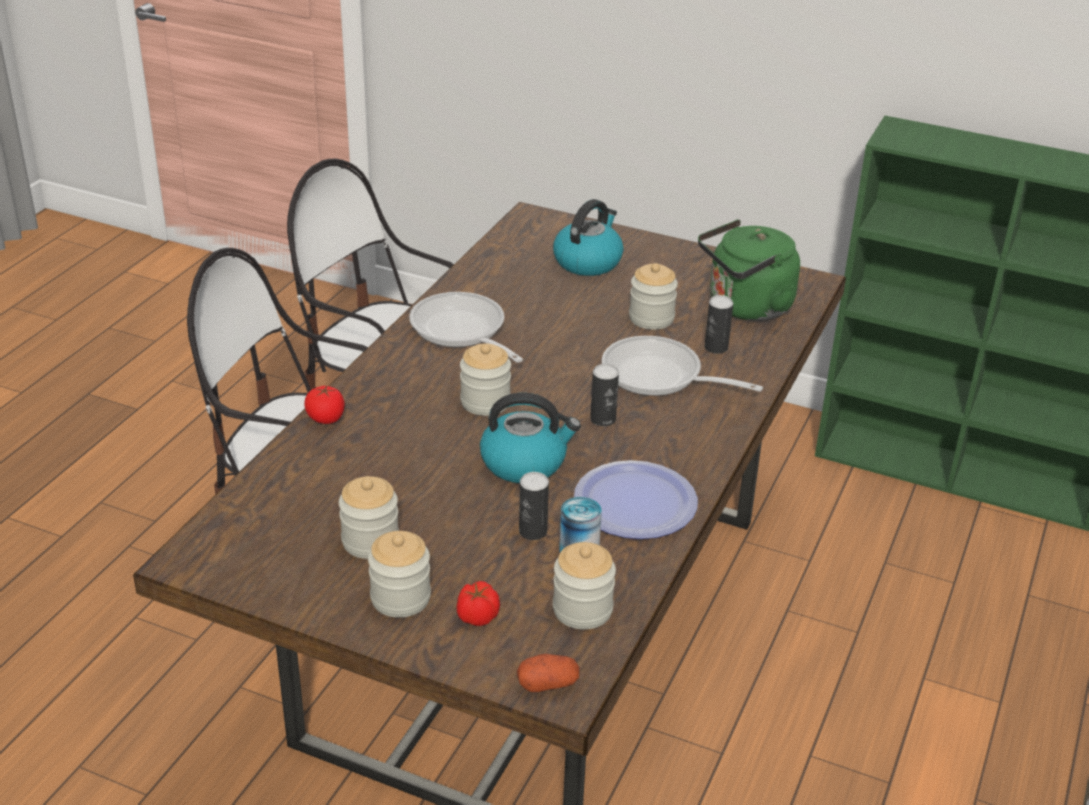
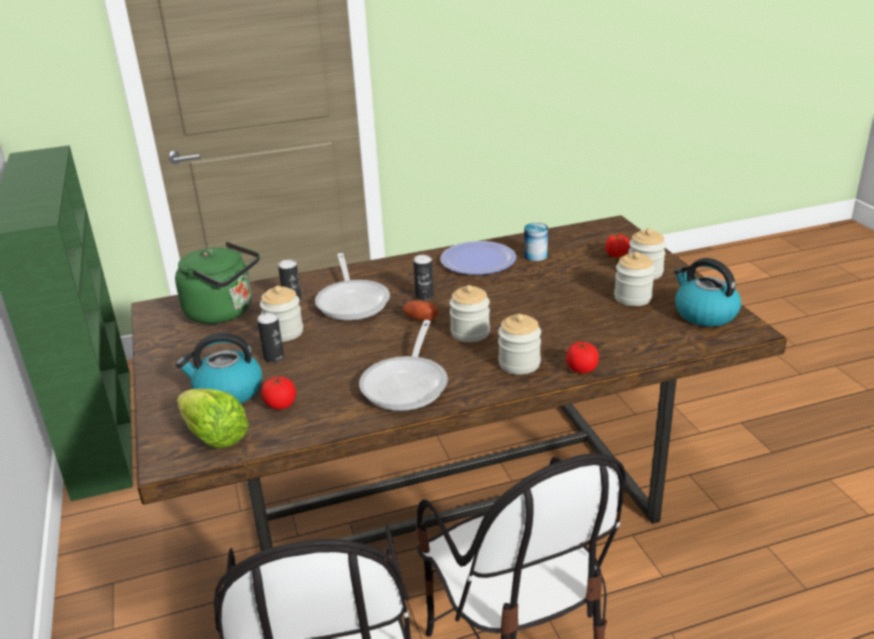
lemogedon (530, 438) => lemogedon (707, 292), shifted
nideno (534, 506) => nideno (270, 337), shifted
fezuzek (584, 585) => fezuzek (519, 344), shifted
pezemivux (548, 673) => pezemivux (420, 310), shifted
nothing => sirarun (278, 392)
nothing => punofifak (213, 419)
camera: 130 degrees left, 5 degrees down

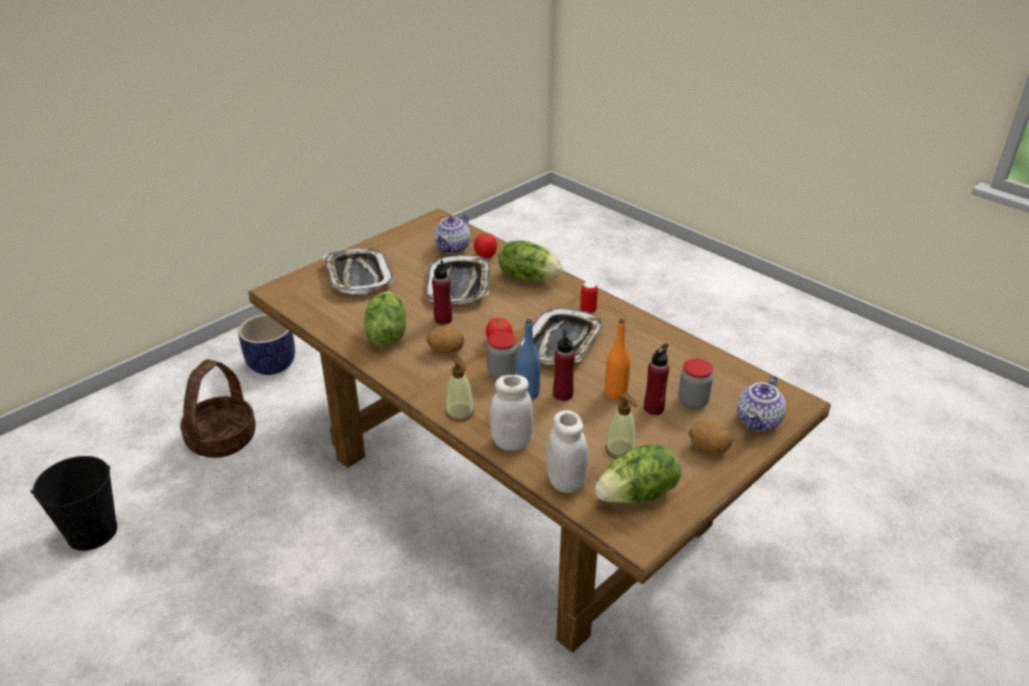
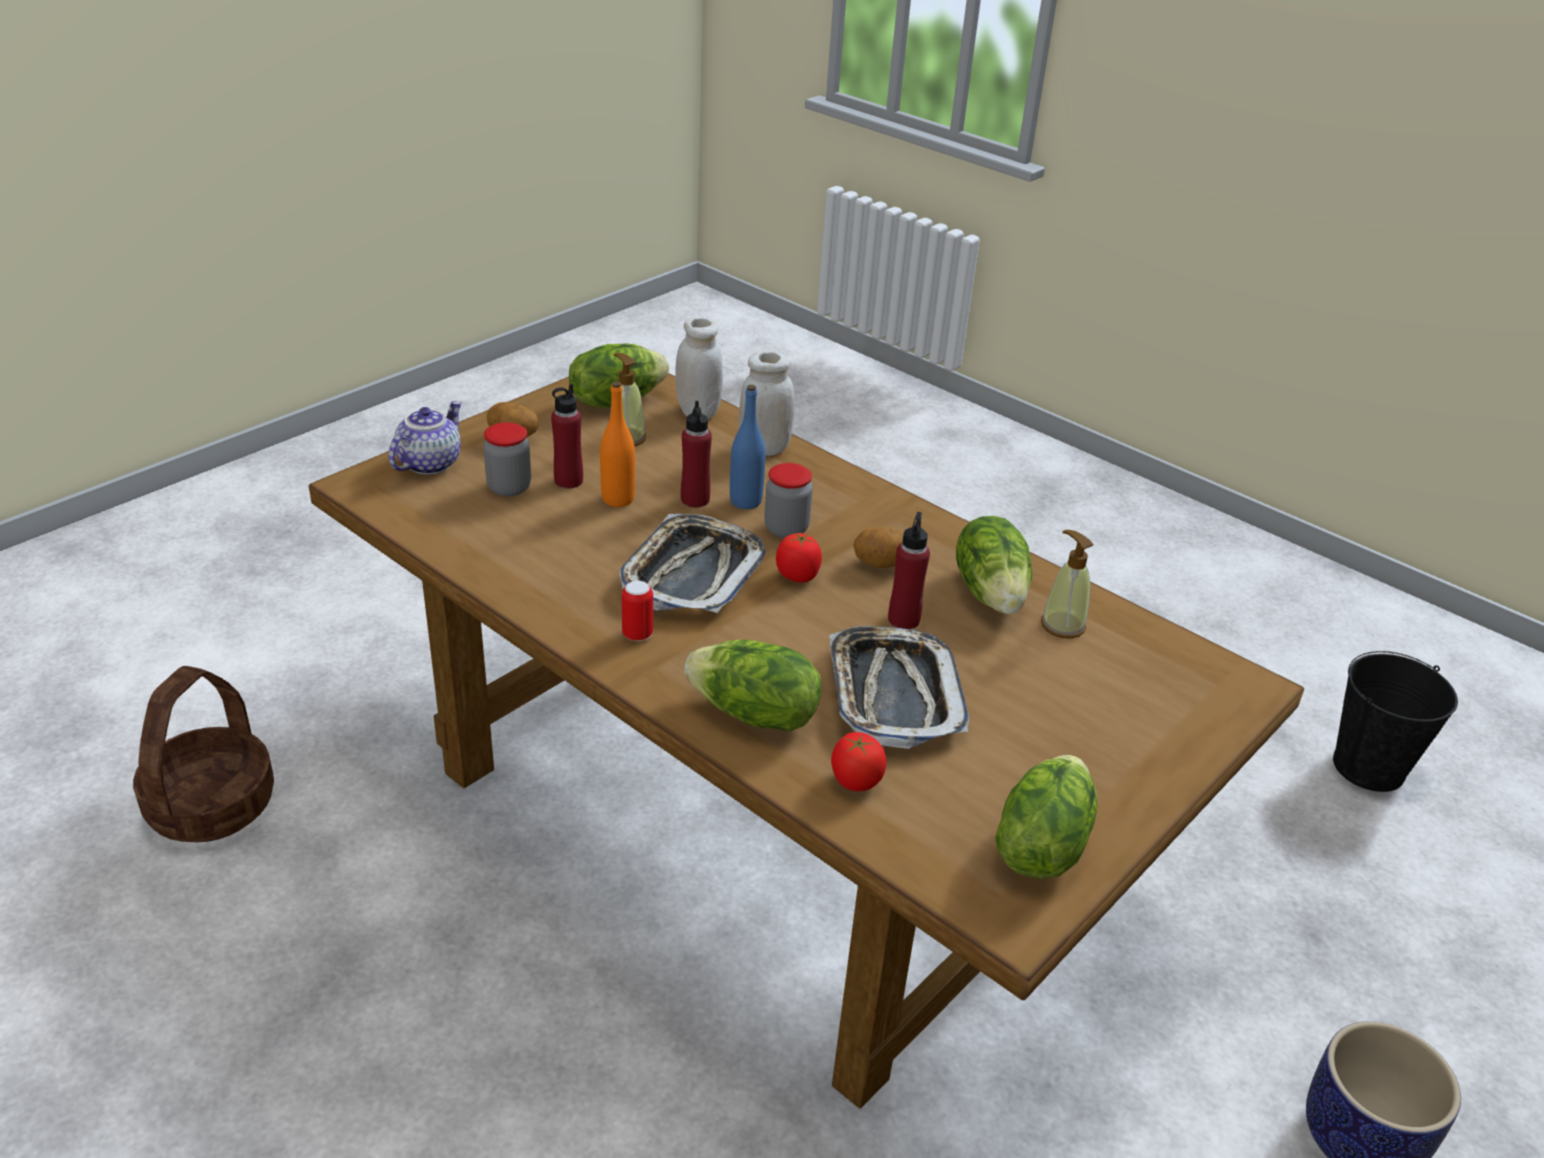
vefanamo (452, 233) => nothing
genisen (358, 271) => nothing
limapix (460, 389) => limapix (1067, 584), shifted
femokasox (218, 408) => femokasox (203, 754), shifted
nothing => punofifak (1046, 817)
camera: 175 degrees right, 0 degrees up

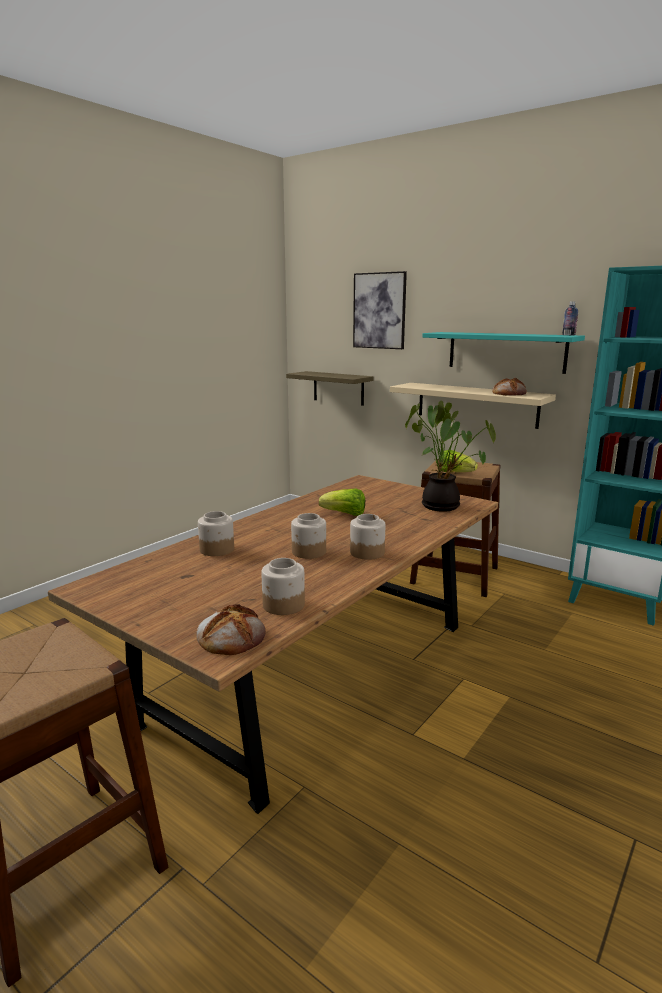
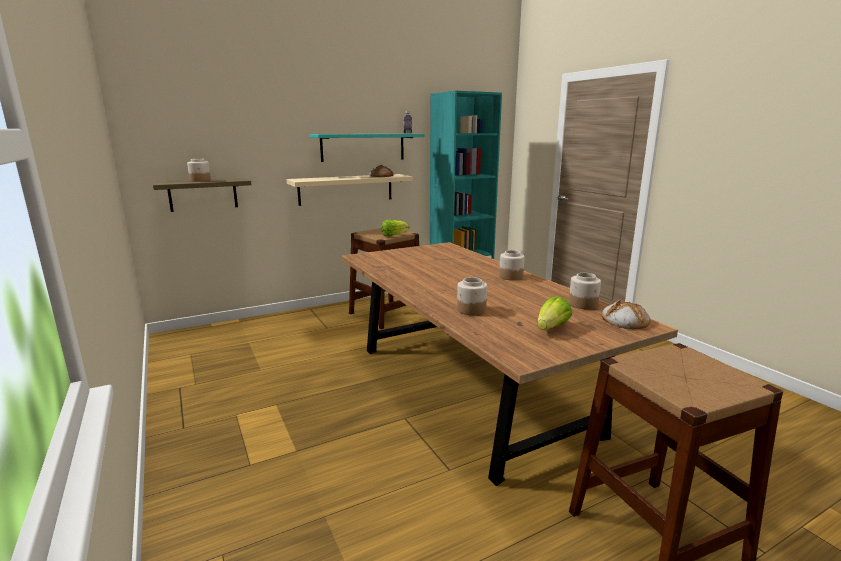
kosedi (380, 310) => nothing
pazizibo (450, 456) => nothing
punofifak (342, 502) => punofifak (554, 313), shifted
fezuzek (308, 536) => fezuzek (199, 170), shifted
camera: 65 degrees left, 0 degrees up

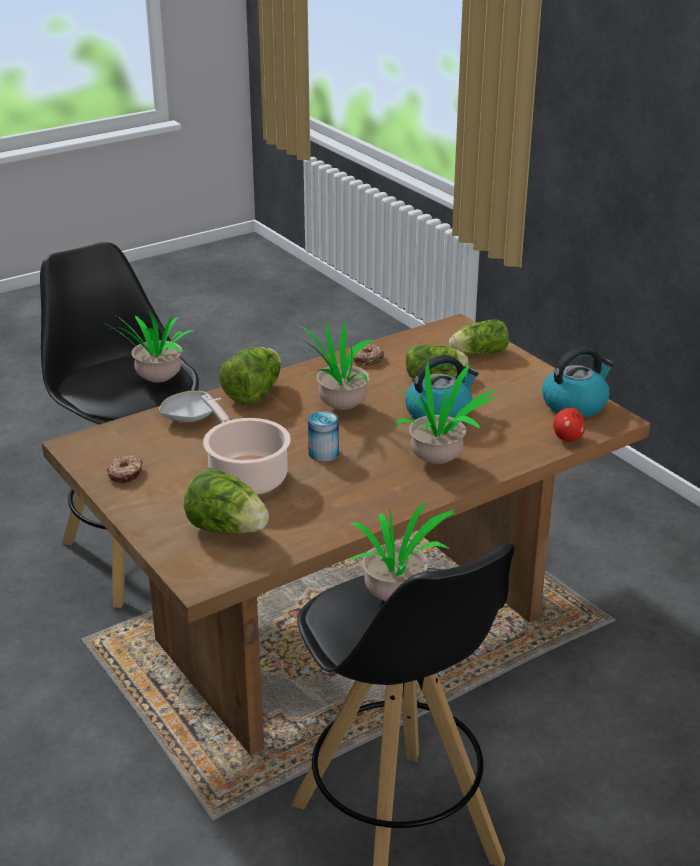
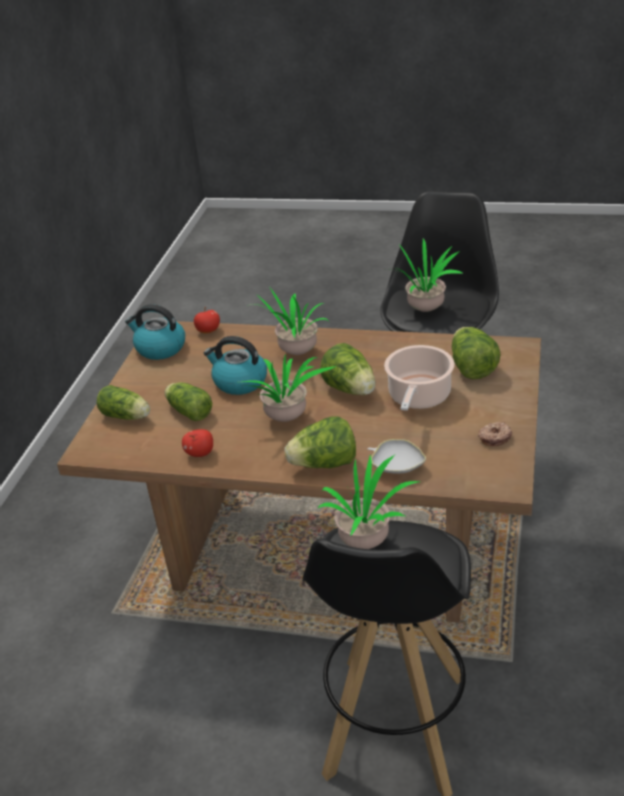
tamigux (368, 355) => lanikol (197, 443)
nideno (323, 436) => punofifak (348, 369)
camera: 130 degrees left, 5 degrees up

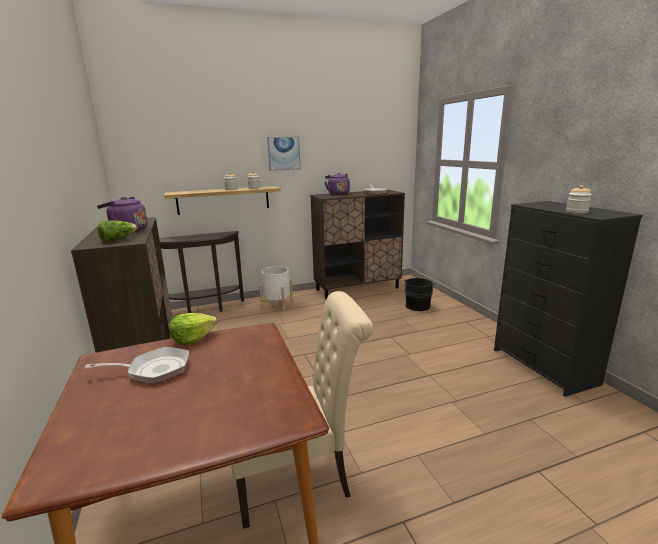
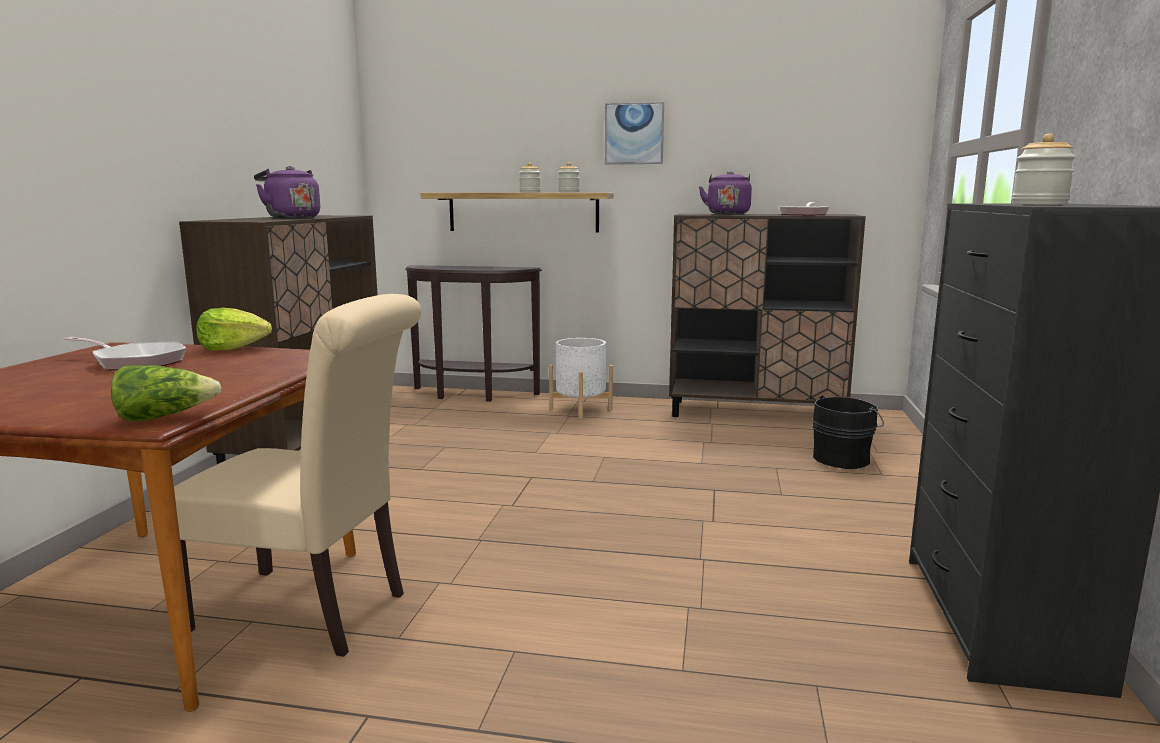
punofifak (117, 231) => punofifak (166, 393), shifted
camera: 30 degrees right, 5 degrees down

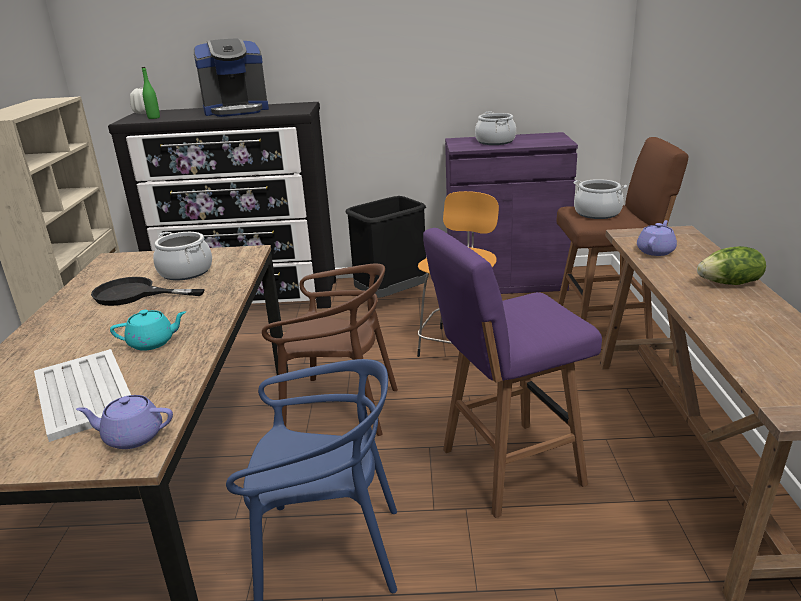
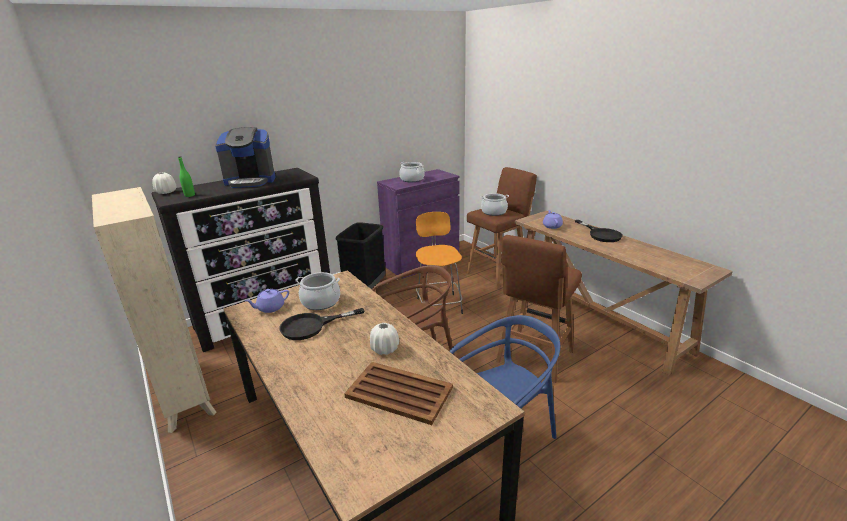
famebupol (231, 77) => famebupol (245, 157), 45 degrees clockwise
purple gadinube (512, 373) => brown gadinube (539, 309)
punofifak (731, 265) => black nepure (599, 231)
turquoise vefanamo (148, 330) => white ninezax (384, 339)
white genisen (82, 395) => brown genisen (398, 393)
purple vefanamo (124, 422) => purple vefanamo (266, 301), shifted
camera: 35 degrees left, 0 degrees up

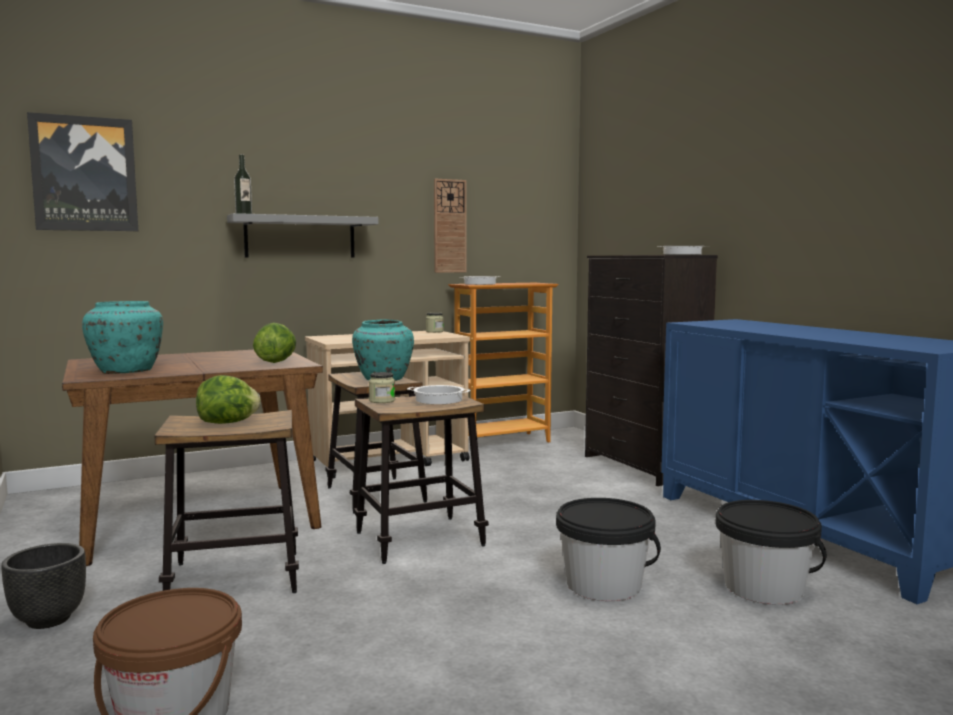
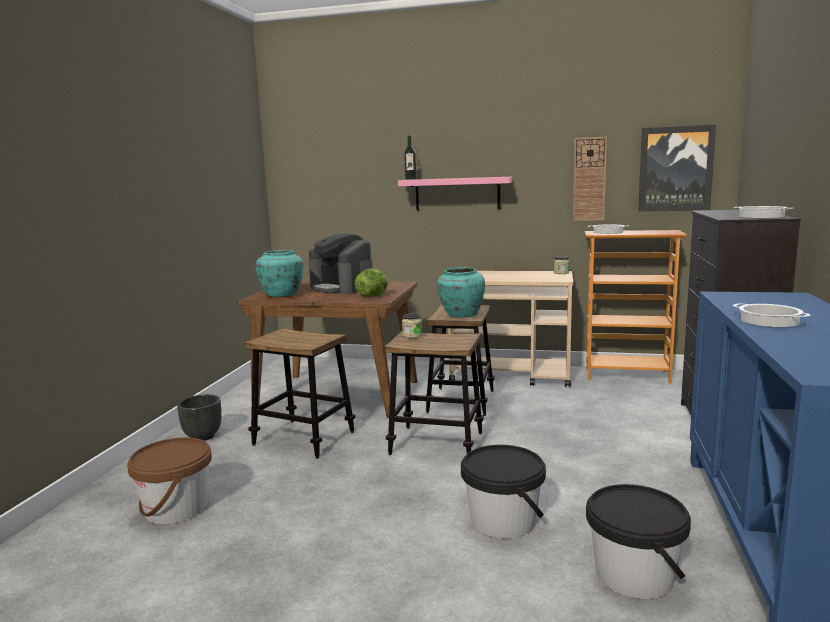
kosedi (82, 171) => kosedi (677, 168), shifted
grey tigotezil (303, 235) => pink tigotezil (455, 194)
punofifak (228, 399) => nothing
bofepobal (439, 394) => bofepobal (771, 315), shifted
nothing => famebupol (341, 264)
camera: 40 degrees right, 5 degrees up

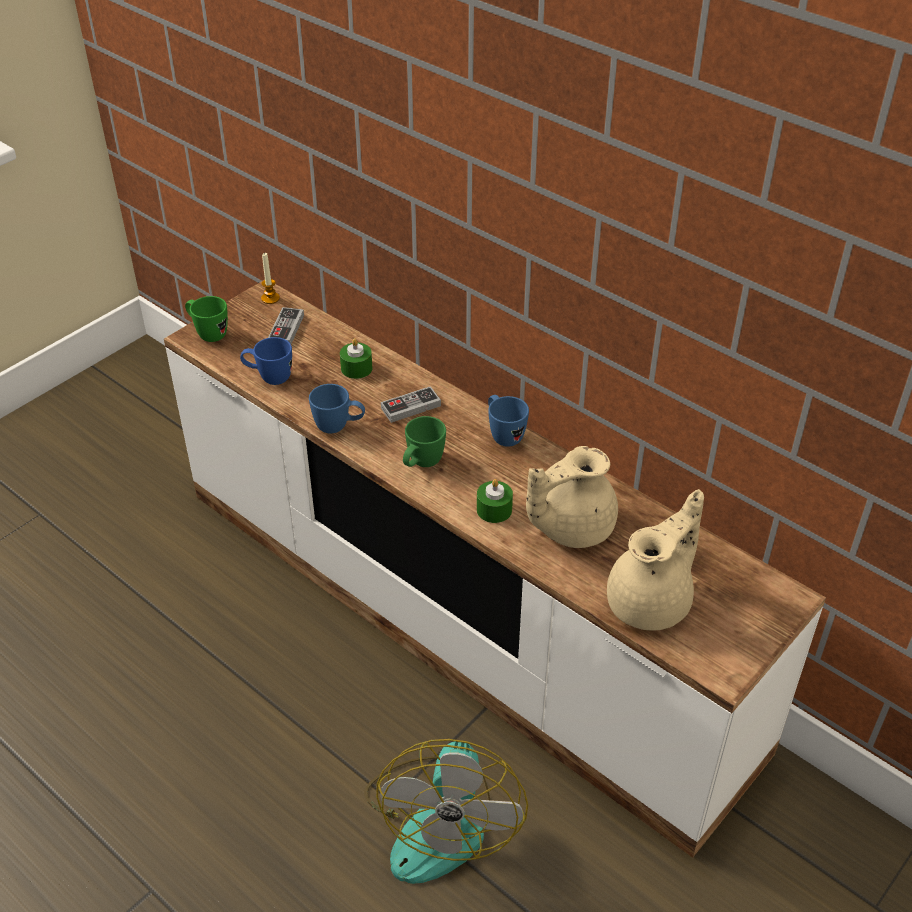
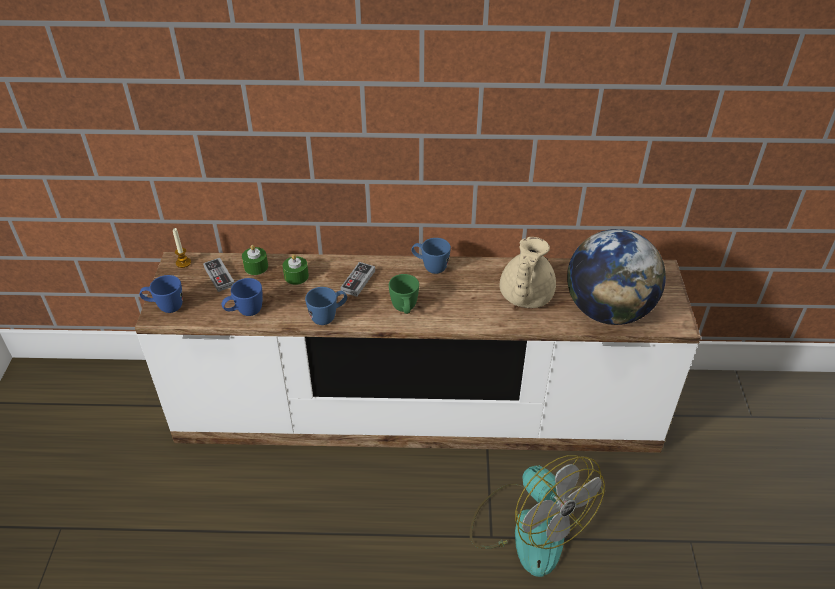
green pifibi (206, 319) => blue pifibi (161, 294)
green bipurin (495, 501) => green bipurin (255, 260), shifted
beige vefanamo (655, 560) => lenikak (616, 277)
camera: 40 degrees left, 0 degrees up

